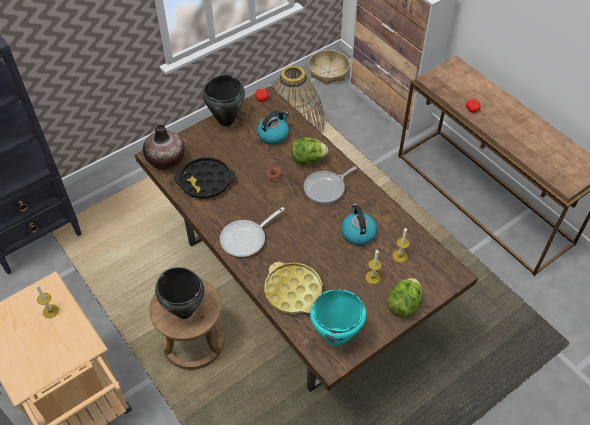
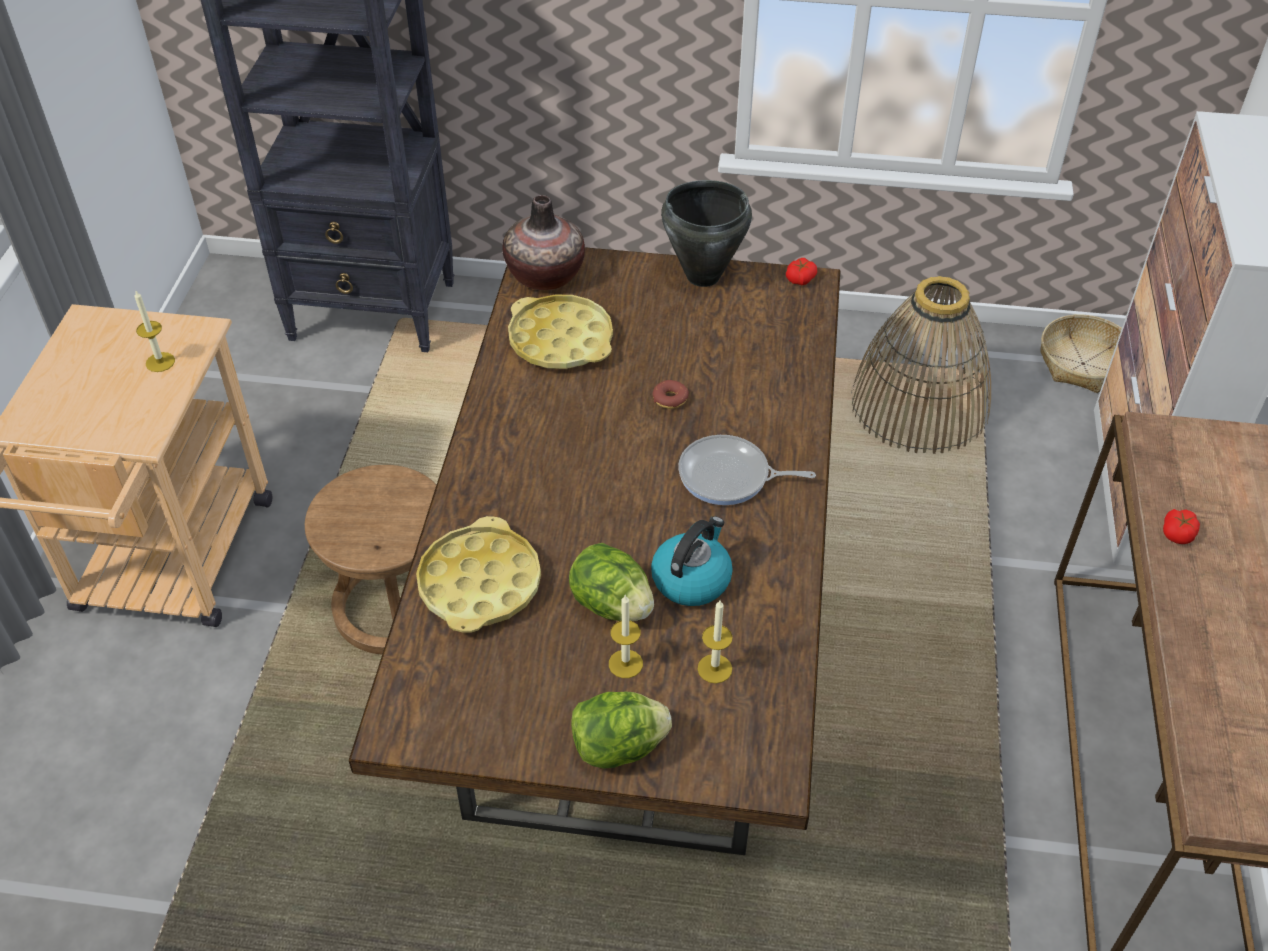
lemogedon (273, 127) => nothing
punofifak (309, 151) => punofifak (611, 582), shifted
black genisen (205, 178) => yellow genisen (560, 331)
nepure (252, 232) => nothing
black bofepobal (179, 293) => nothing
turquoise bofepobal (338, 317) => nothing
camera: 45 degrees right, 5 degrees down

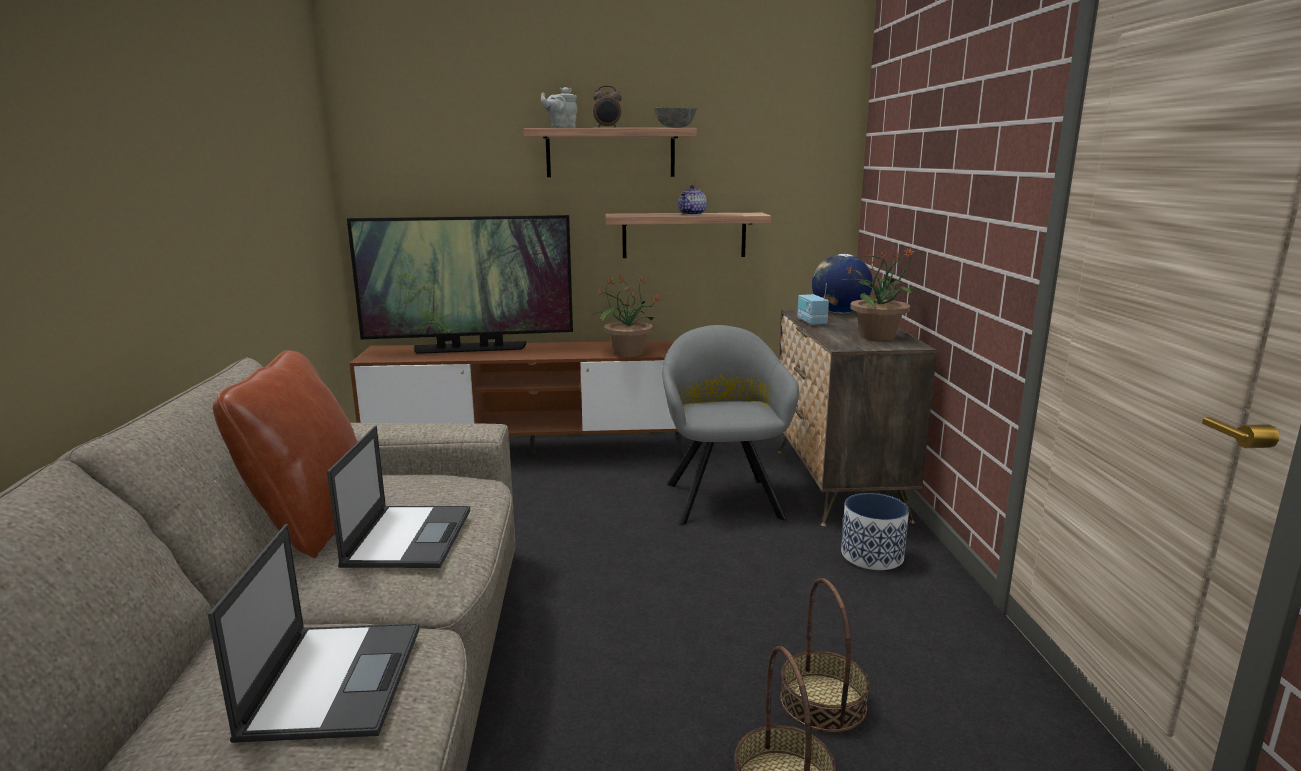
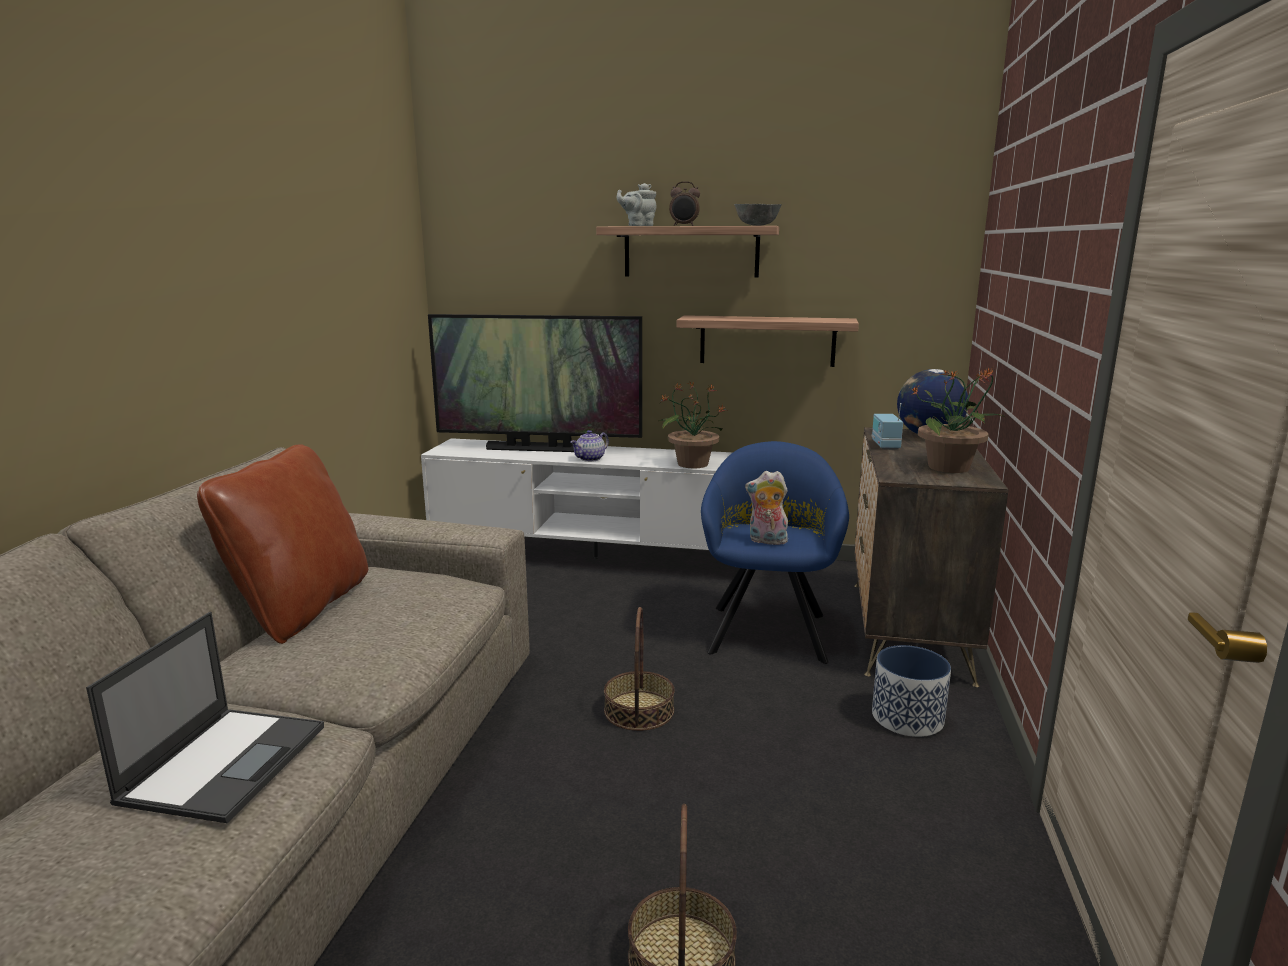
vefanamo (692, 200) => vefanamo (590, 446), shifted
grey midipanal (730, 425) => blue midipanal (775, 552)
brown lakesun (516, 399) => white lakesun (577, 498)
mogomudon (398, 497) => nothing
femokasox (825, 655) => femokasox (639, 669), shifted
nothing => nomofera (766, 508)
camera: 15 degrees right, 0 degrees up

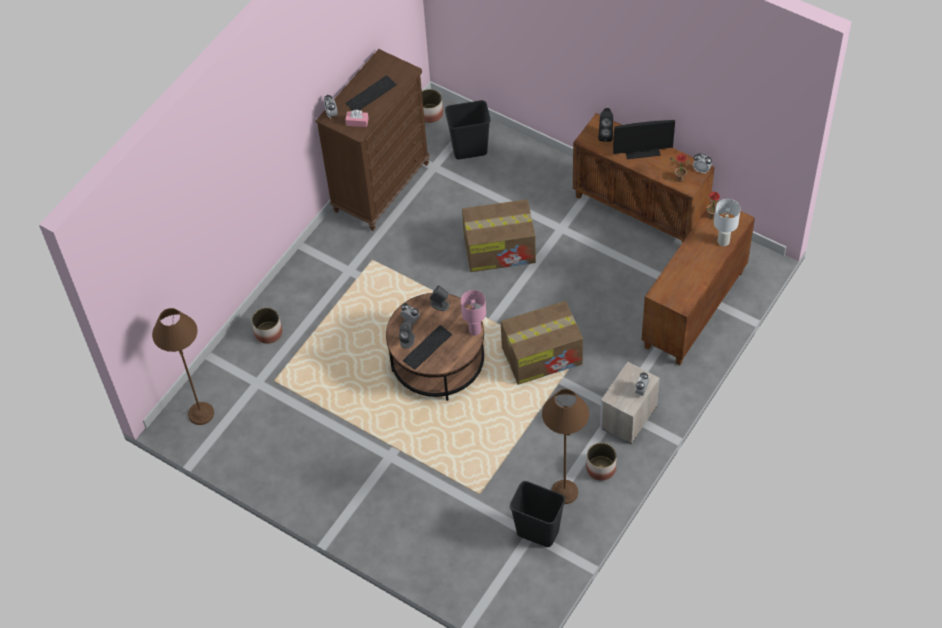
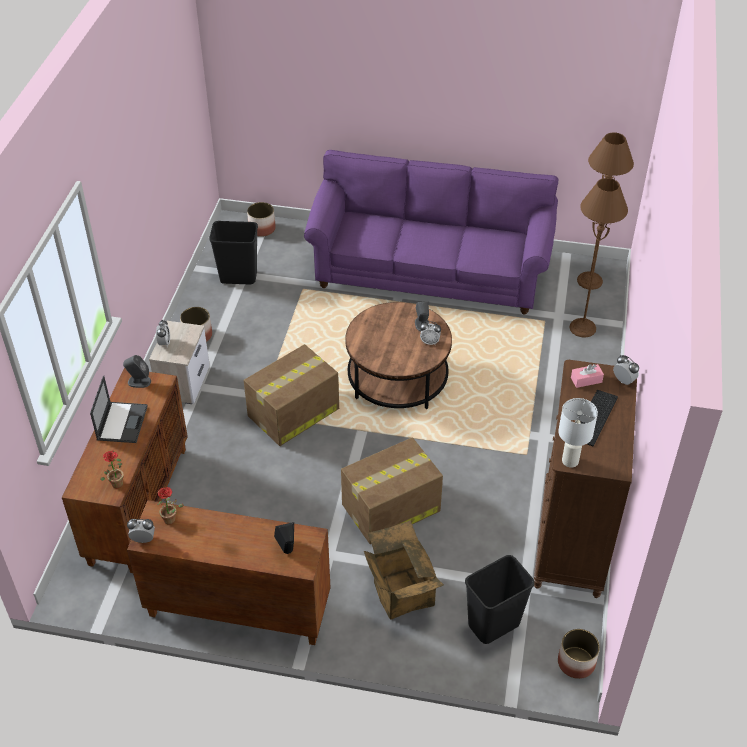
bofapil (644, 139) => nothing
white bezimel (727, 222) => white bezimel (578, 433), shifted
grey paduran (439, 298) => grey paduran (137, 371), shifted
pink bezimel (473, 312) => nothing
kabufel (266, 326) => kabufel (261, 219), shifted
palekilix (427, 347) => nothing
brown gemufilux (565, 446) => brown gemufilux (598, 258), shifted
nothing => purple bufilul (431, 232)
nothing => mogomudon (119, 409)
nothing => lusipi (404, 570)
camera: 155 degrees right, 10 degrees down

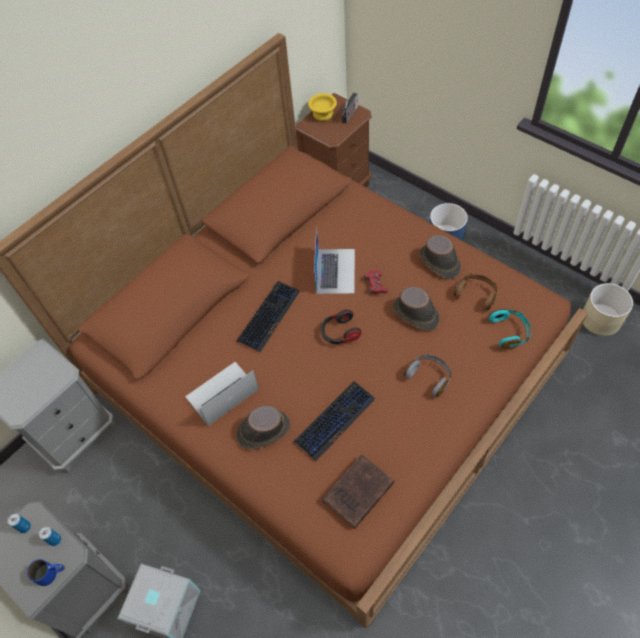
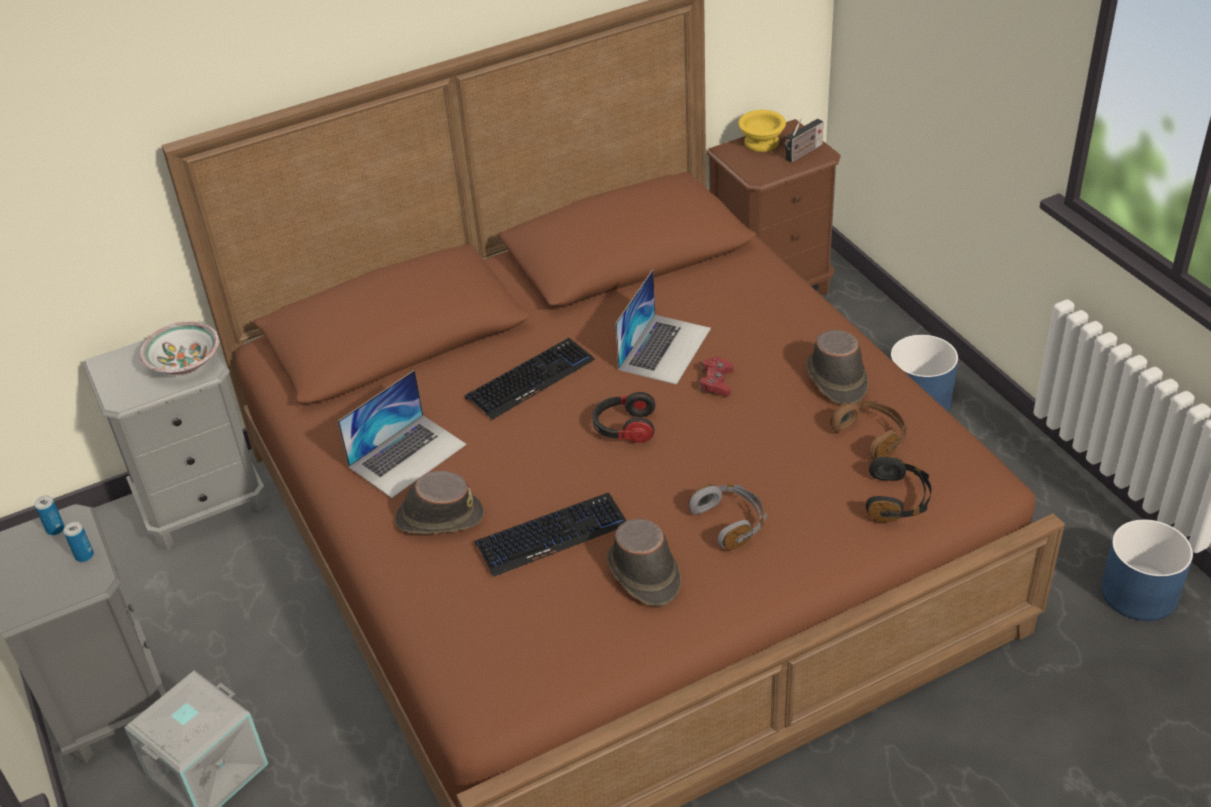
beige kabufel (608, 309) => blue kabufel (1147, 570)
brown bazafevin (416, 309) => brown bazafevin (644, 562), shifted
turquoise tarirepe (510, 329) => black tarirepe (899, 488)
mogomudon (222, 394) => mogomudon (402, 434), 150 degrees clockwise
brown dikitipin (358, 491) => nothing
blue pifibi (46, 572) => nothing
nothing => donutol (179, 348)
camera: 20 degrees right, 15 degrees down

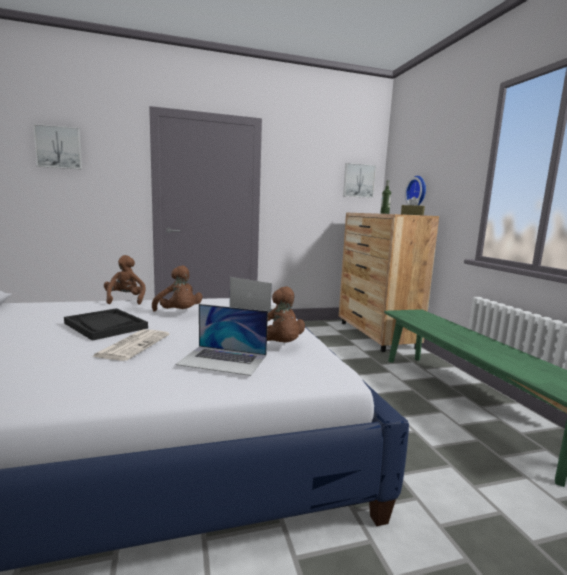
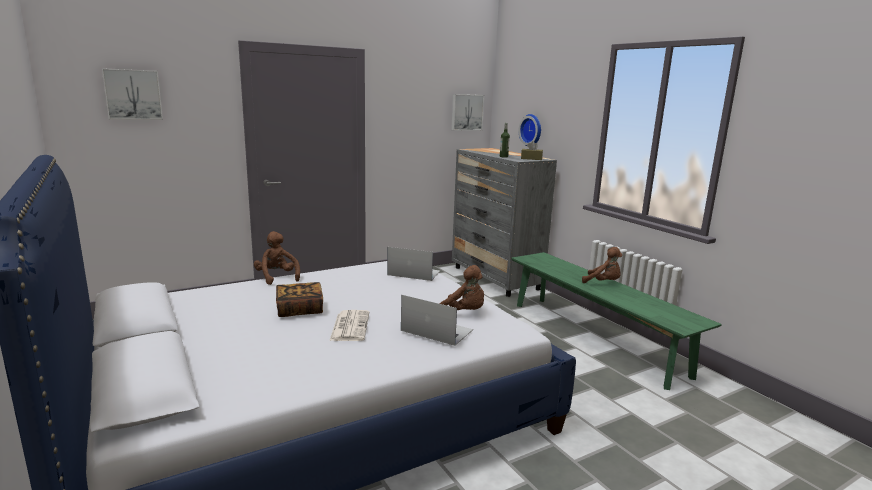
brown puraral (389, 282) => grey puraral (504, 222)
brown nomofera (177, 289) => brown nomofera (602, 265), shifted
mogomudon (221, 340) => mogomudon (437, 320), 150 degrees counterclockwise
black genisen (106, 324) => dikitipin (299, 299)
camera: 15 degrees left, 5 degrees up

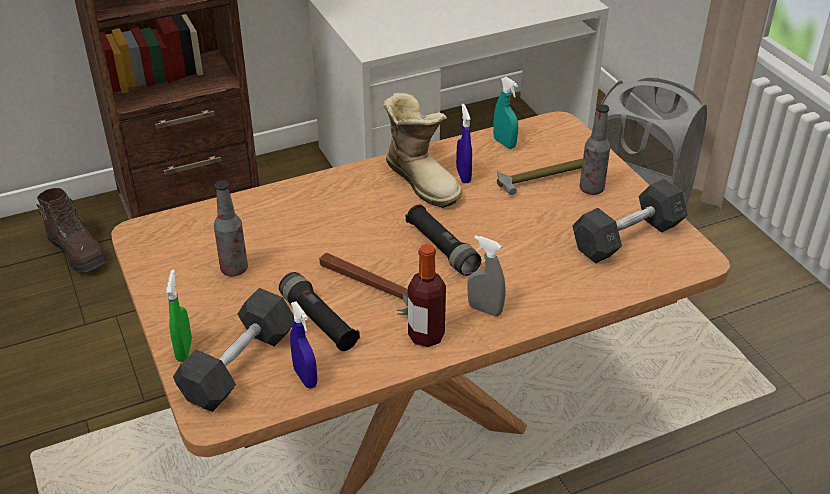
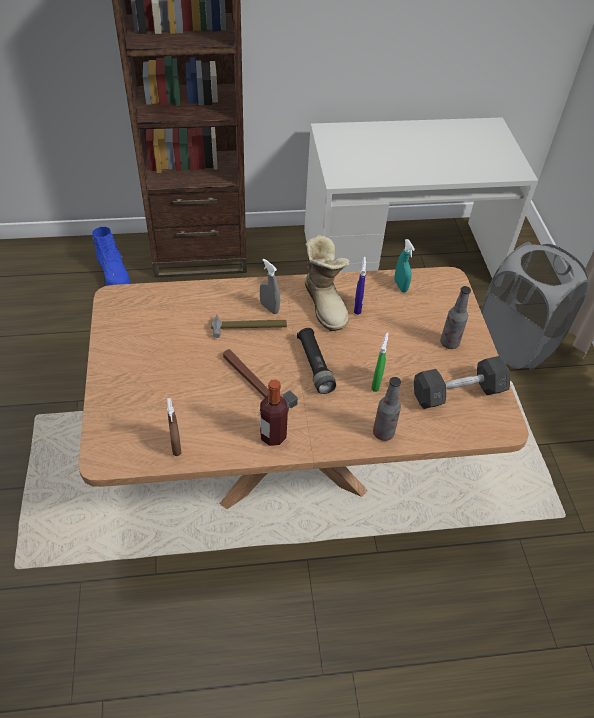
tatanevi (540, 177) => tatanevi (249, 326), shifted
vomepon (231, 228) => vomepon (387, 409), shifted
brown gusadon (71, 230) => blue gusadon (111, 256)
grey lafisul (486, 275) => grey lafisul (270, 286), shifted
green lafisul (179, 315) => green lafisul (380, 362), shifted
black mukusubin (319, 311) => nothing
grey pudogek (233, 350) => nothing
blue lafisul (303, 344) => brown lafisul (174, 427)
camera: 15 degrees right, 10 degrees up

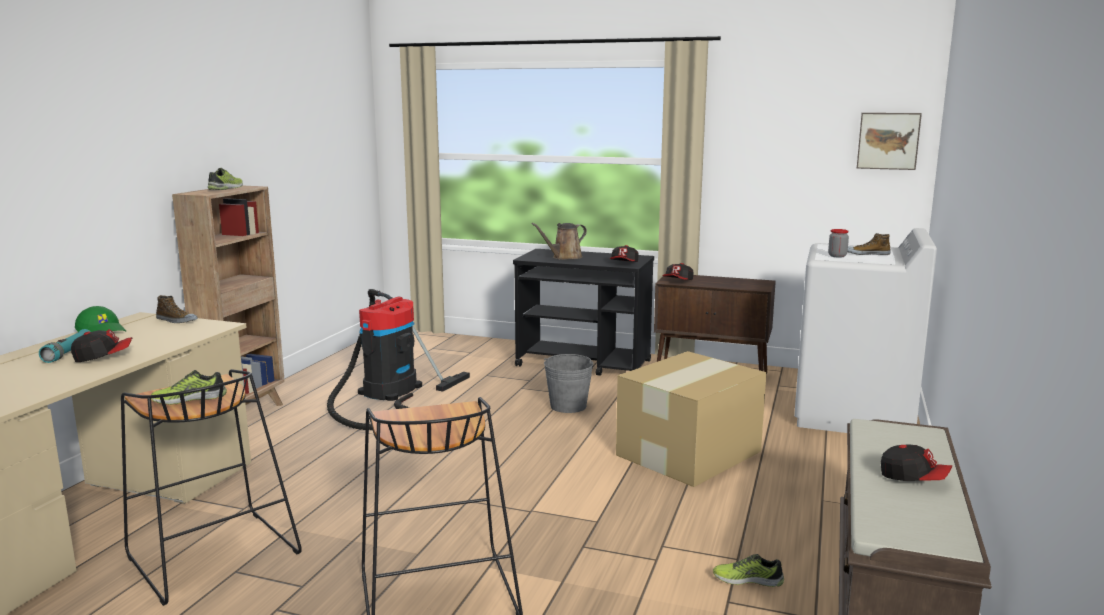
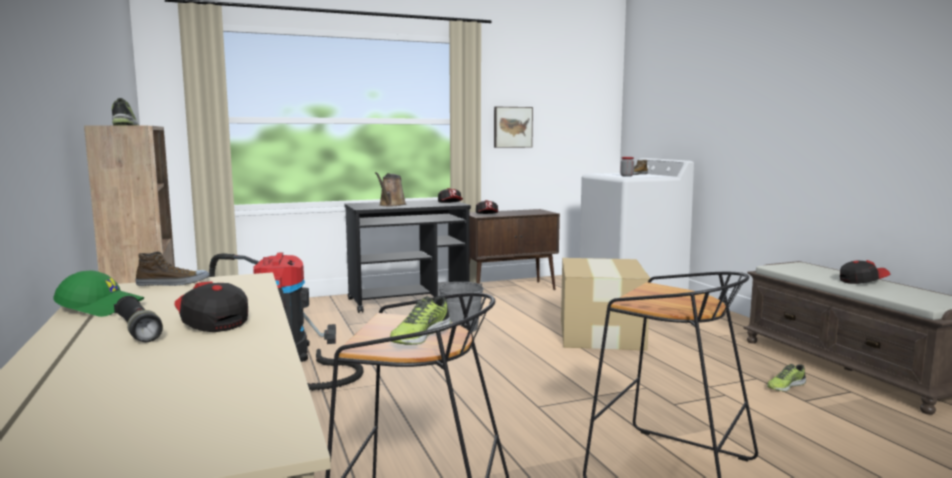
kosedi (889, 141) => kosedi (513, 127), shifted
turquoise mukusubin (65, 346) => black mukusubin (138, 319)
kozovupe (101, 345) => kozovupe (211, 306), 75 degrees counterclockwise
camera: 40 degrees left, 5 degrees down

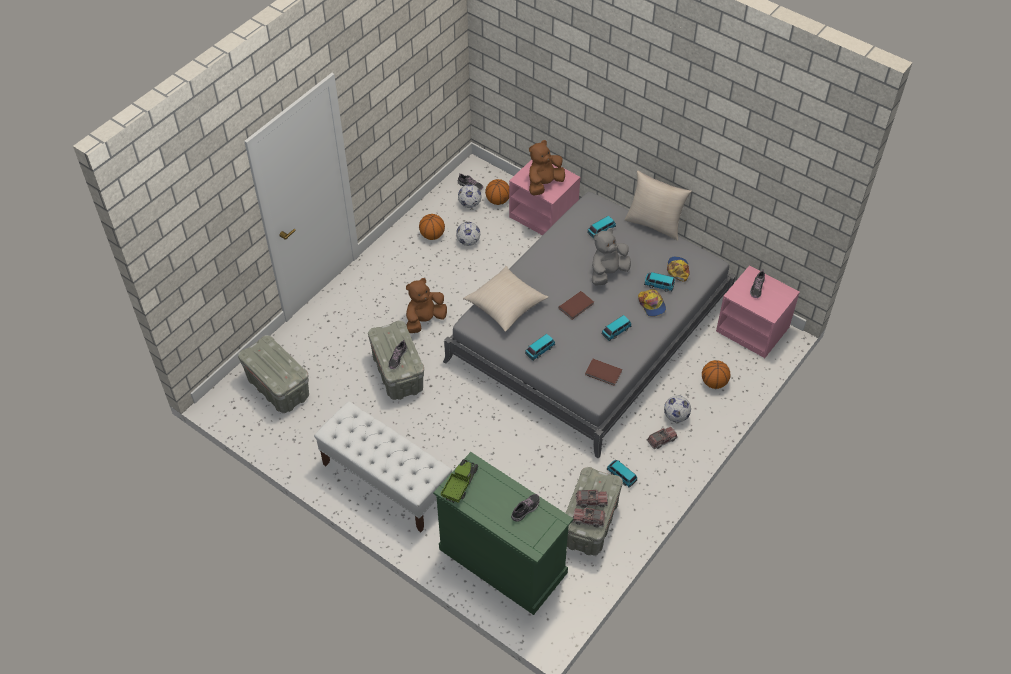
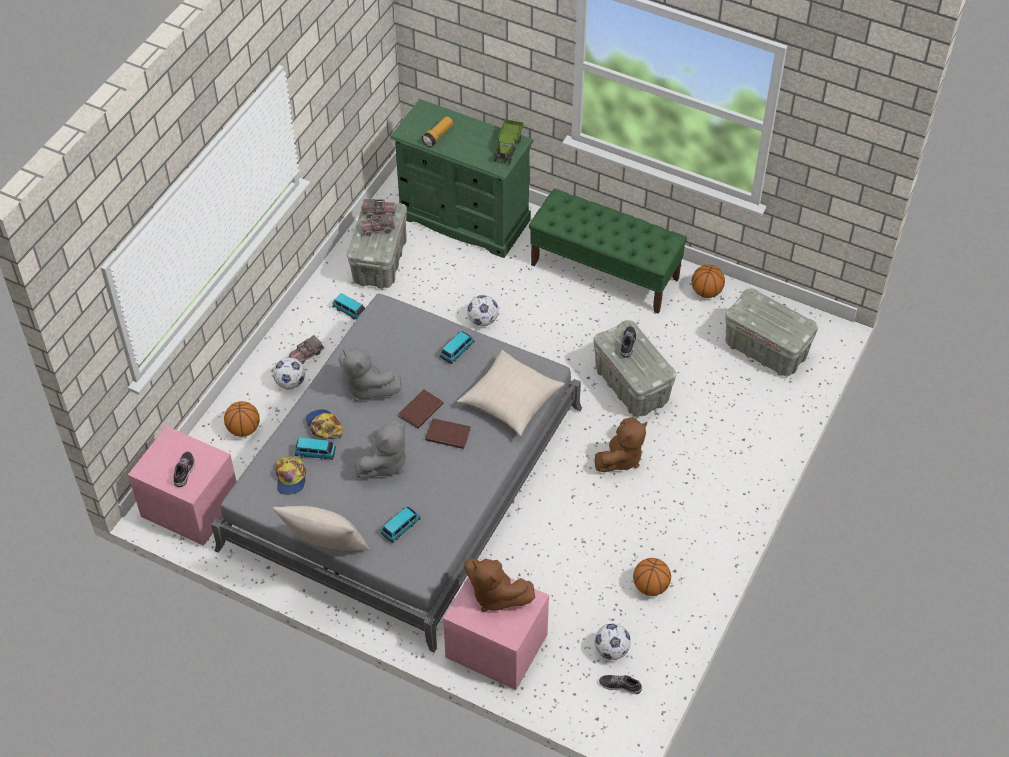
brown nomofera (547, 167) => brown nomofera (499, 585), 90 degrees clockwise
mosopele (497, 192) => mosopele (708, 281), shifted
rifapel (468, 234) => rifapel (482, 310), shifted
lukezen (616, 328) => grey nomofera (370, 374)
brown dikitipin (603, 372) => brown dikitipin (448, 433), shifted
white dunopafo (383, 466) => green dunopafo (608, 250)
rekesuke (525, 508) => mukusubin (437, 131)
camera: 170 degrees right, 0 degrees up

